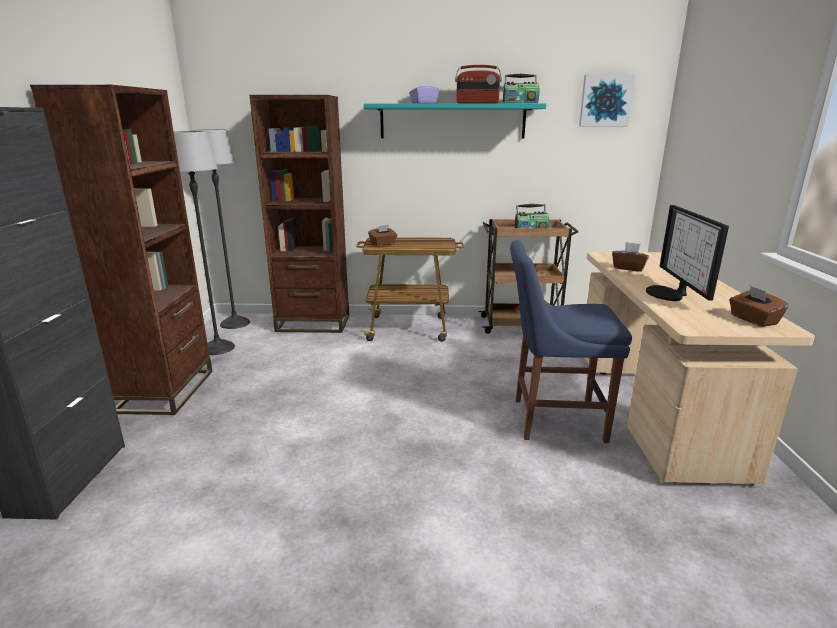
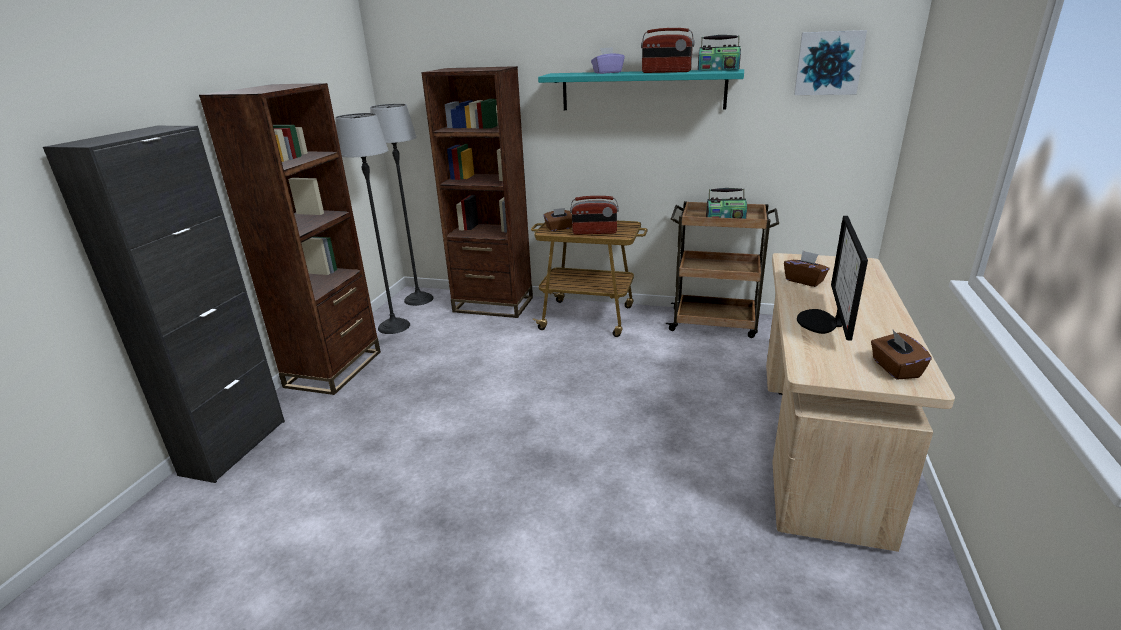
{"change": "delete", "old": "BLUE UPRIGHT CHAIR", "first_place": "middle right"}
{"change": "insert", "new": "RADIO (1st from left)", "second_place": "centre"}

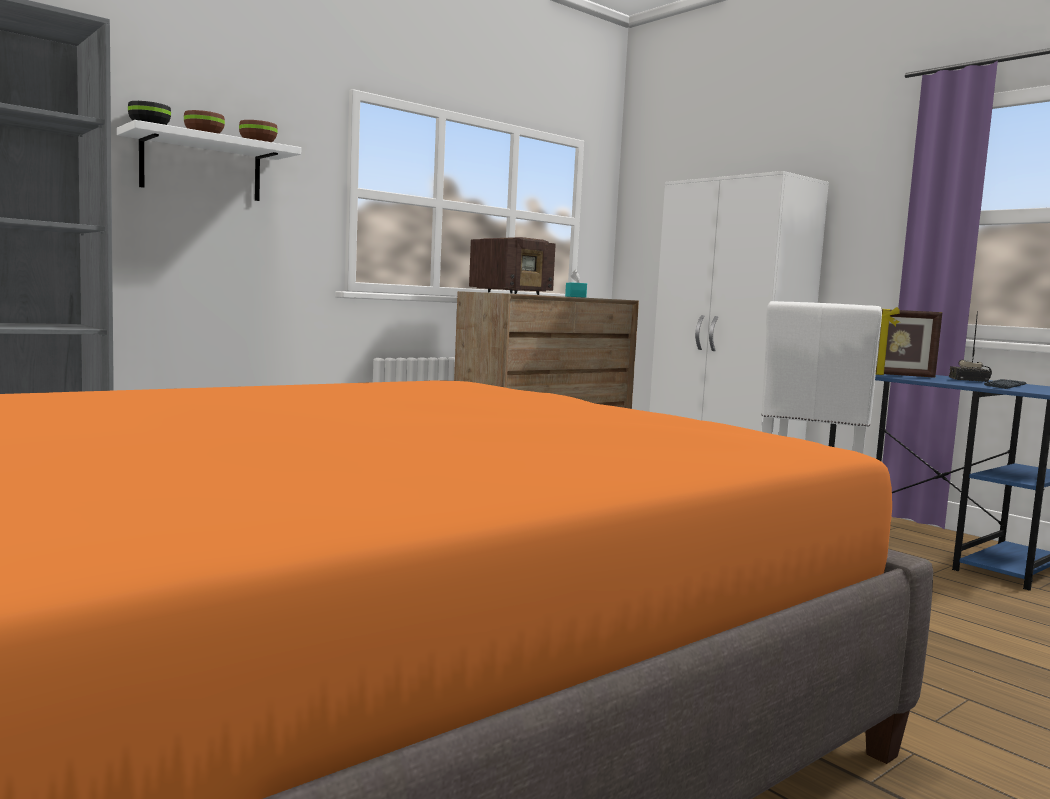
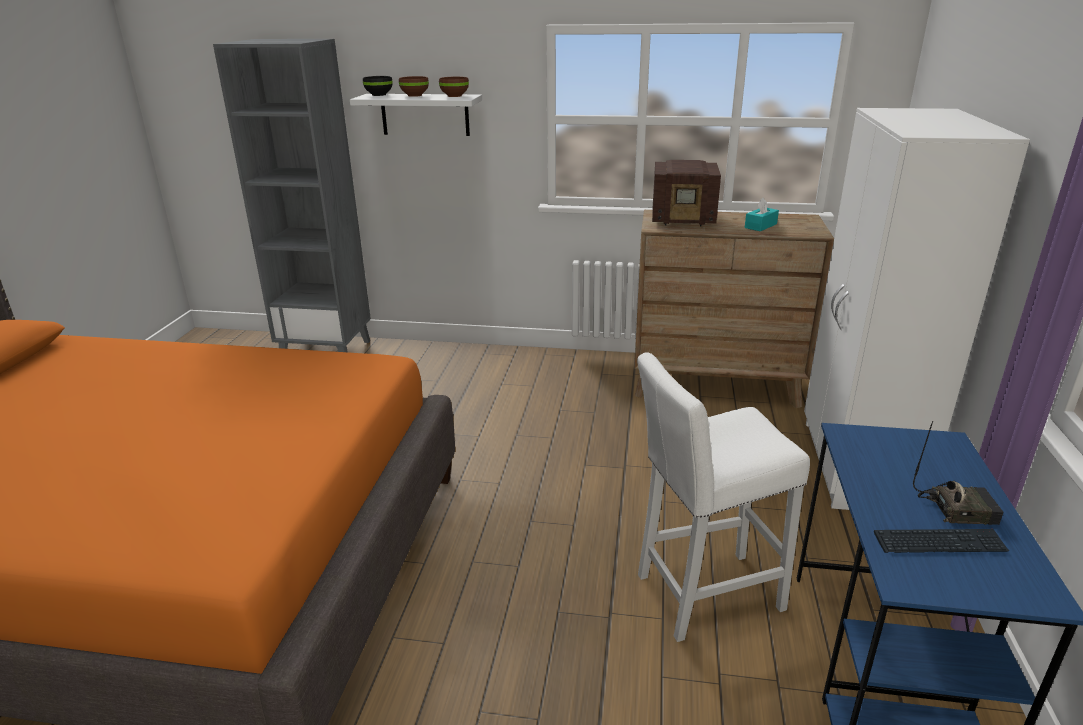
{"change": "delete", "old": "PICTURE FRAME", "first_place": "middle right"}
{"change": "rotate", "old": "RADIO (2nd from left)", "first_place": "middle right", "second_place": "middle right", "degrees": -150}

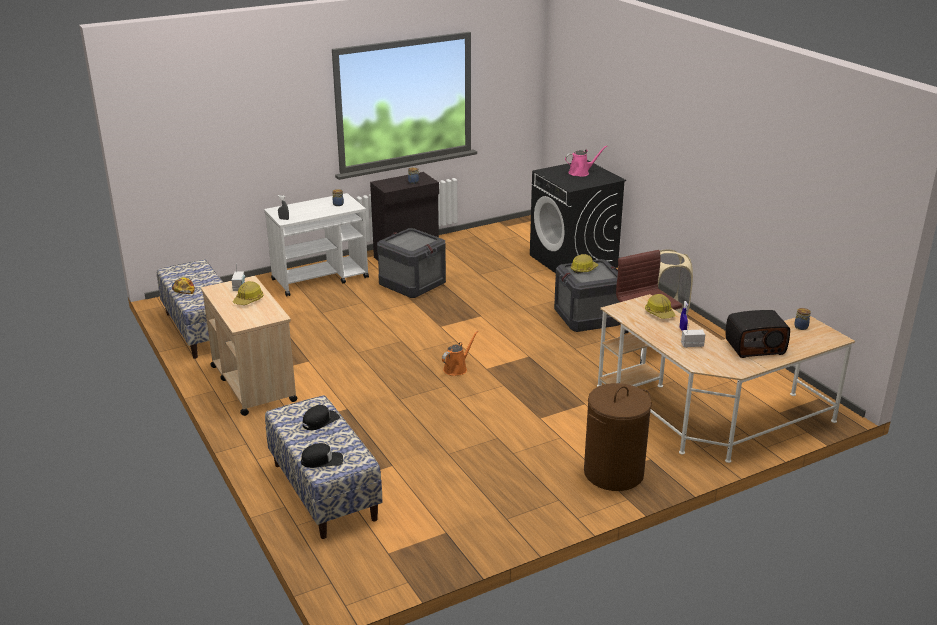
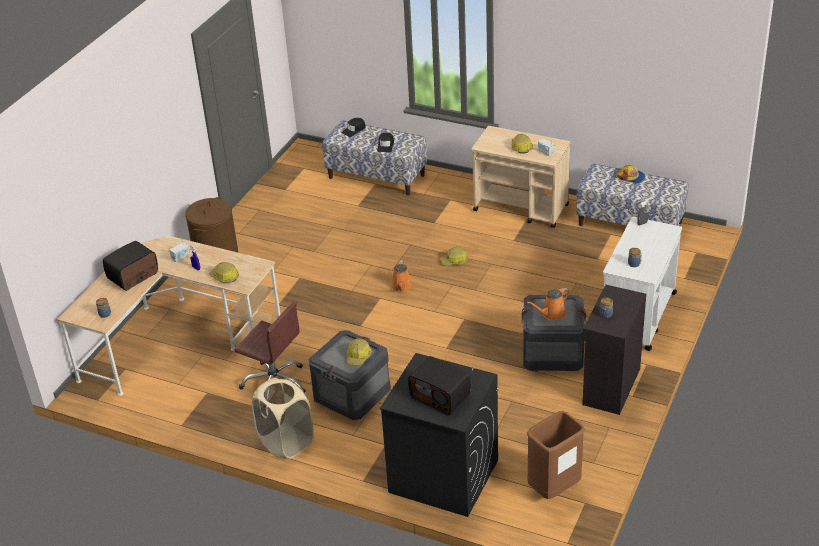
{"change": "replace", "old": "PINK-COLOURED WATERING CAN", "new": "RADIO (3rd from left)", "first_place": "top centre", "second_place": "bottom centre"}
{"change": "insert", "new": "SAFETY HELMET (3rd from left)", "second_place": "centre"}
{"change": "insert", "new": "ORANGEY WATERING CAN (2nd from left)", "second_place": "middle right"}
{"change": "insert", "new": "BROWN TRASH CAN", "second_place": "bottom right"}

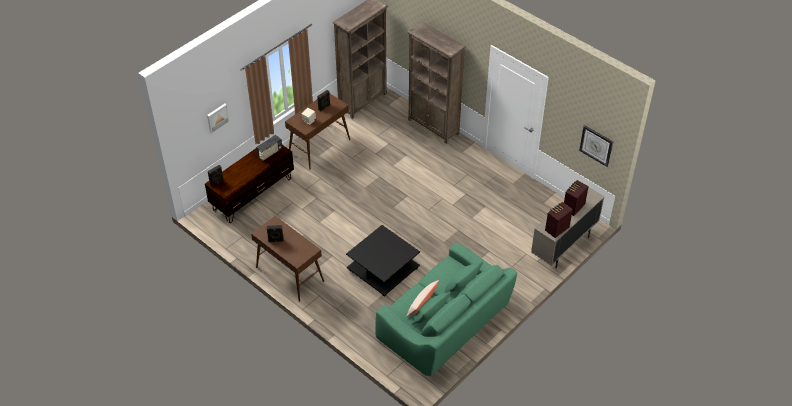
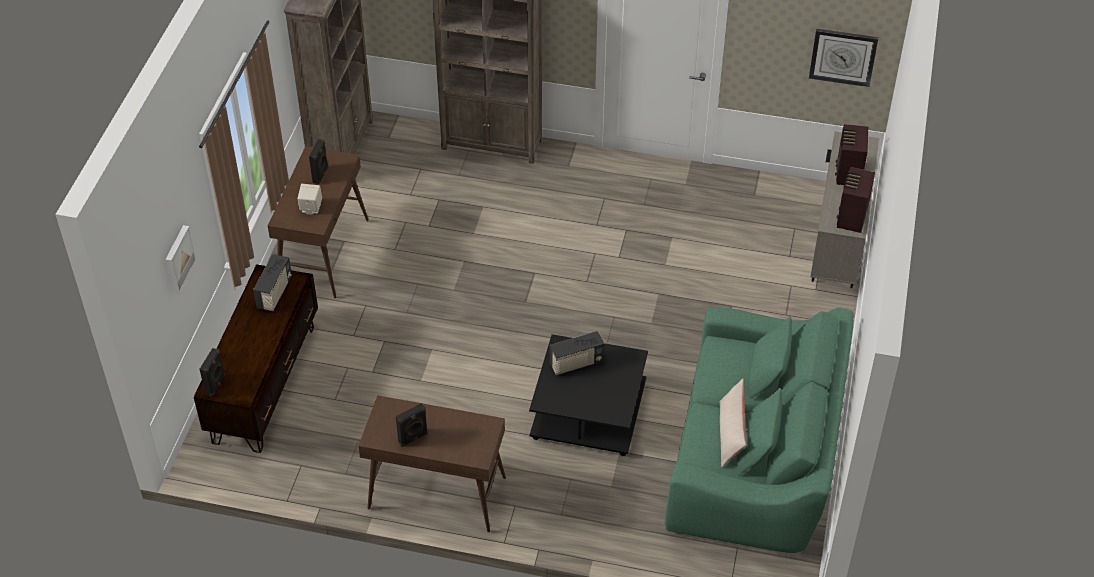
{"change": "insert", "new": "RADIO (2nd from left)", "second_place": "centre"}

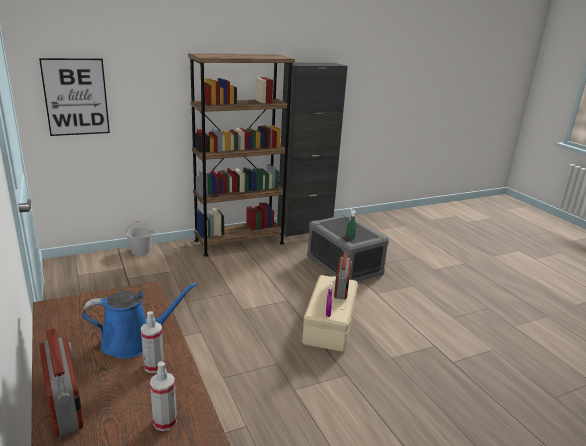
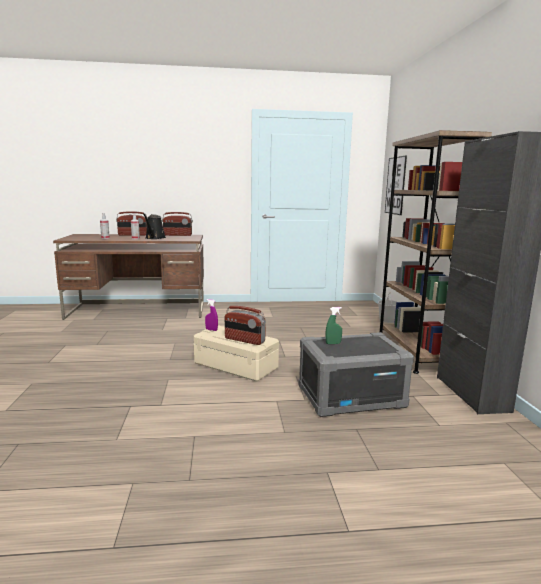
{"change": "recolor", "old": "BLUE WATERING CAN", "new": "BLACKISH WATERING CAN", "first_place": "bottom left", "second_place": "middle left"}
{"change": "insert", "new": "RADIO (2nd from left)", "second_place": "middle left"}

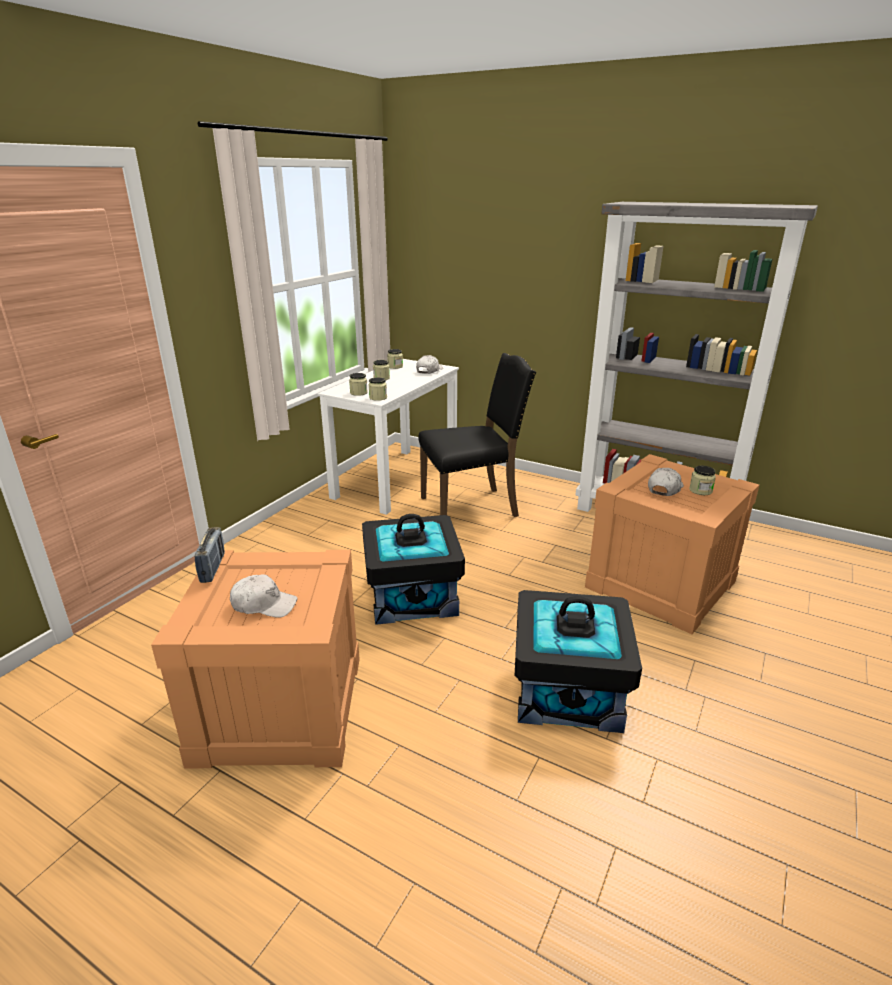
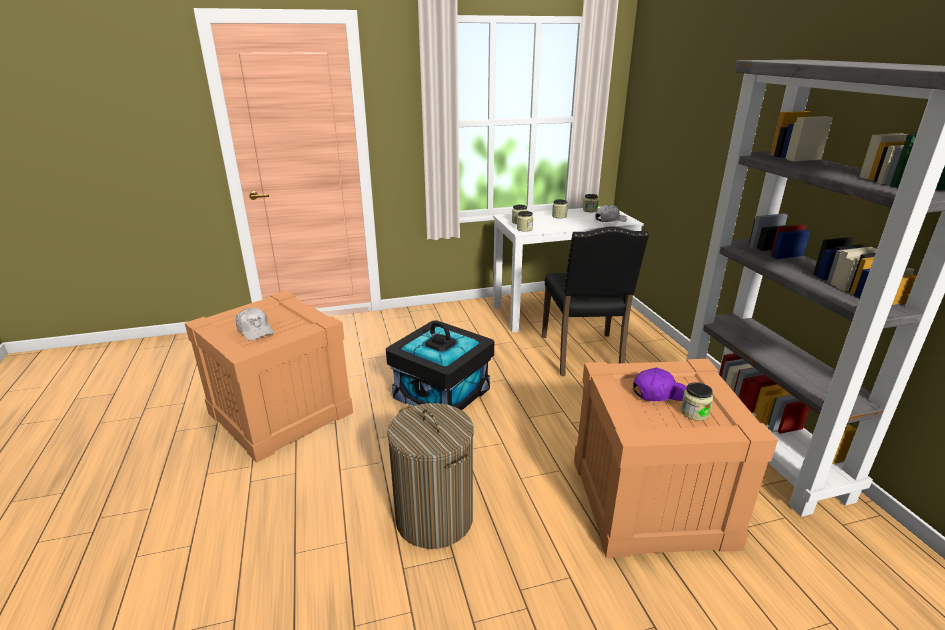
{"change": "rotate", "old": "BLACKISH UPRIGHT CHAIR", "first_place": "centre", "second_place": "centre", "degrees": 60}
{"change": "recolor", "old": "WHITISH BASEBALL CAP (3rd from left)", "new": "PURPLE-COLOURED BASEBALL CAP", "first_place": "middle right", "second_place": "middle right"}
{"change": "delete", "old": "RADIO", "first_place": "middle left"}
{"change": "replace", "old": "BLACKISH STORAGE BIN (2nd from left)", "new": "LAUNDRY BASKET", "first_place": "bottom centre", "second_place": "bottom centre"}

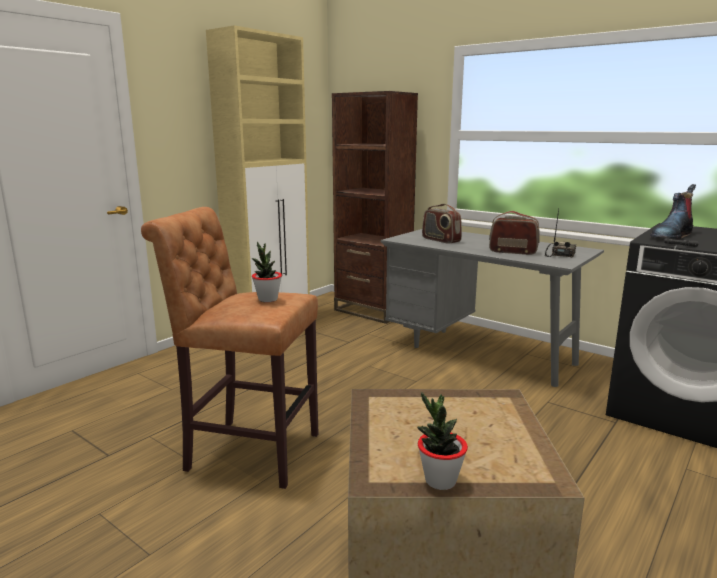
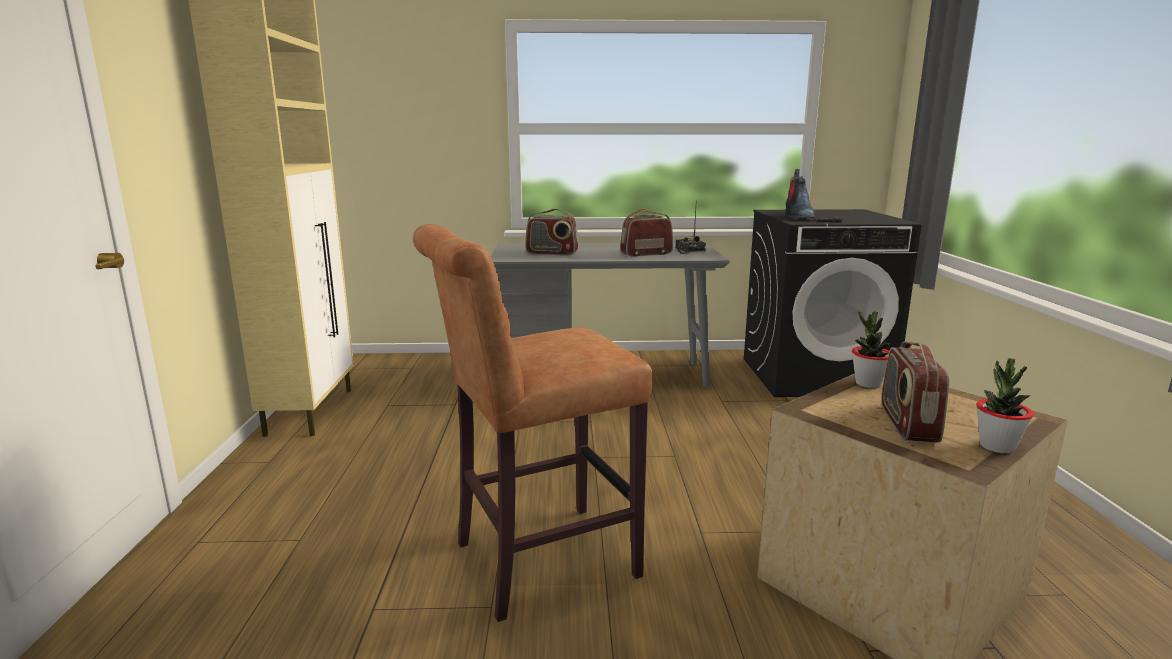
{"change": "delete", "old": "BROWN BOOKSHELF", "first_place": "centre"}
{"change": "move", "old": "PLANT IN A POT (1st from left)", "first_place": "centre", "second_place": "middle right"}
{"change": "insert", "new": "RADIO (4th from left)", "second_place": "middle right"}

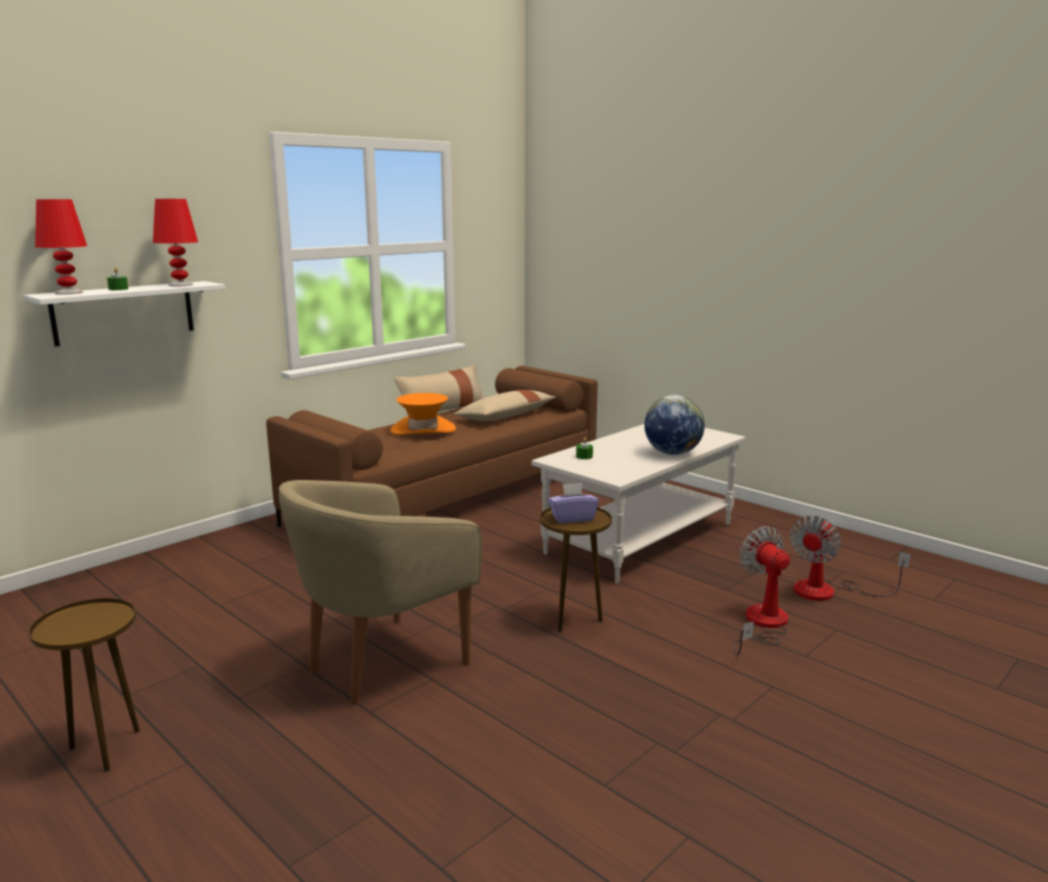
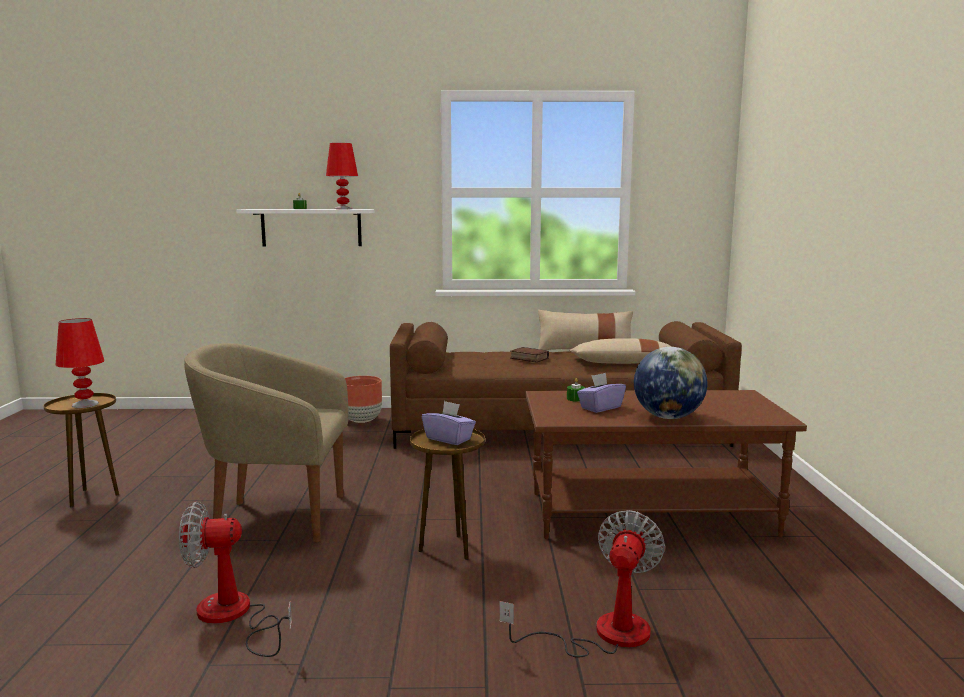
{"change": "move", "old": "RED LAMP FOR A TABLE (1st from left)", "first_place": "top left", "second_place": "middle left"}
{"change": "replace", "old": "ORANGEY HAT", "new": "BOUND BOOK", "first_place": "centre", "second_place": "centre"}
{"change": "recolor", "old": "WHITISH LOUNGE TABLE", "new": "BROWN LOUNGE TABLE", "first_place": "centre", "second_place": "middle right"}
{"change": "move", "old": "COOLING FAN (2nd from left in the first image)", "new": "COOLING FAN (1st from left)", "first_place": "middle right", "second_place": "bottom left"}
{"change": "insert", "new": "PURPLE-COLOURED TISSUE HOLDER (2nd from left)", "second_place": "centre"}
{"change": "insert", "new": "BROWN PLANTER", "second_place": "centre"}

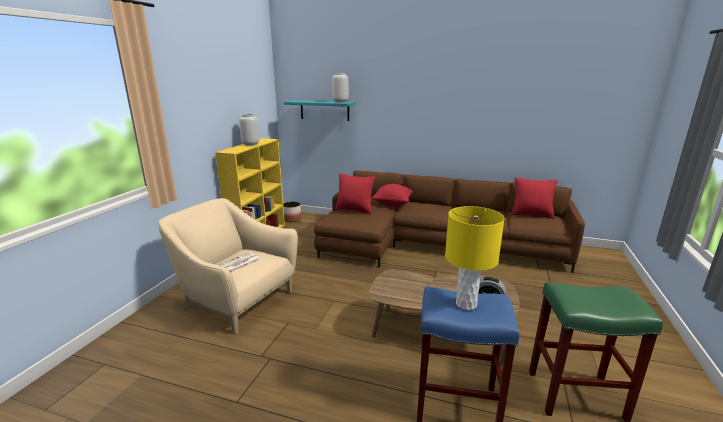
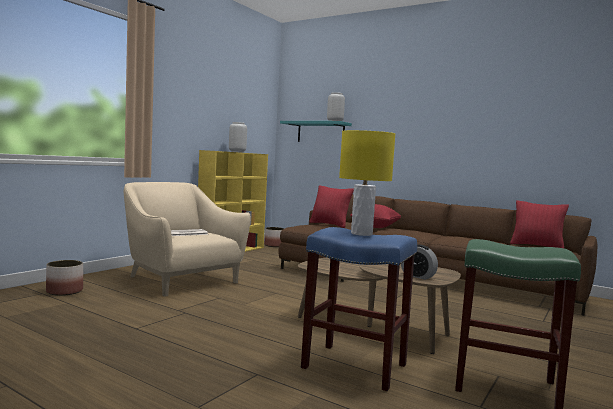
{"change": "insert", "new": "PLANTER (1st from left)", "second_place": "bottom left"}

